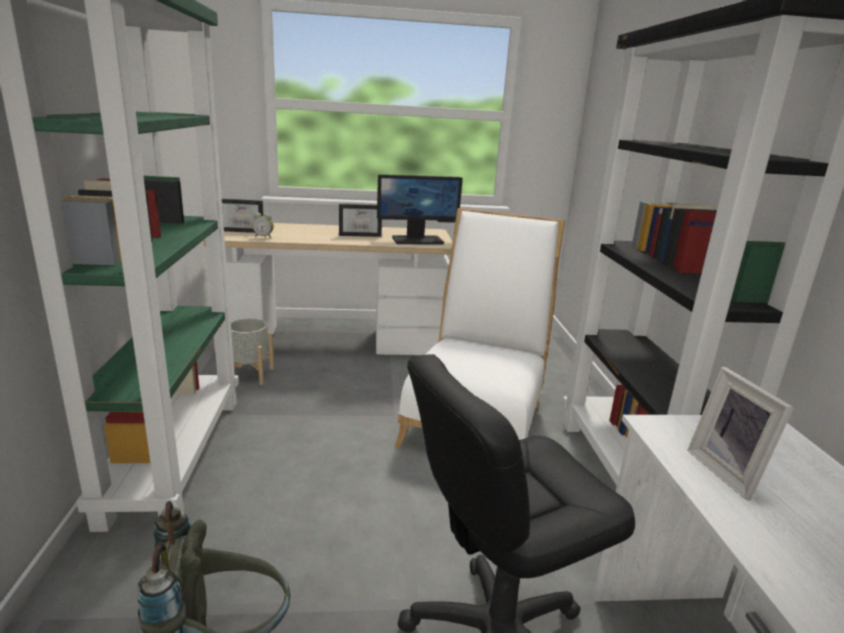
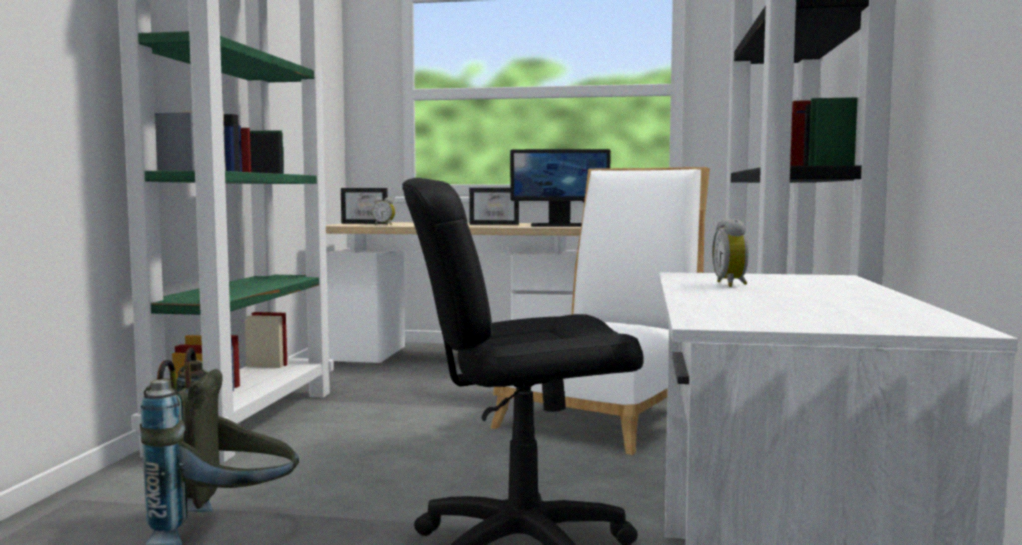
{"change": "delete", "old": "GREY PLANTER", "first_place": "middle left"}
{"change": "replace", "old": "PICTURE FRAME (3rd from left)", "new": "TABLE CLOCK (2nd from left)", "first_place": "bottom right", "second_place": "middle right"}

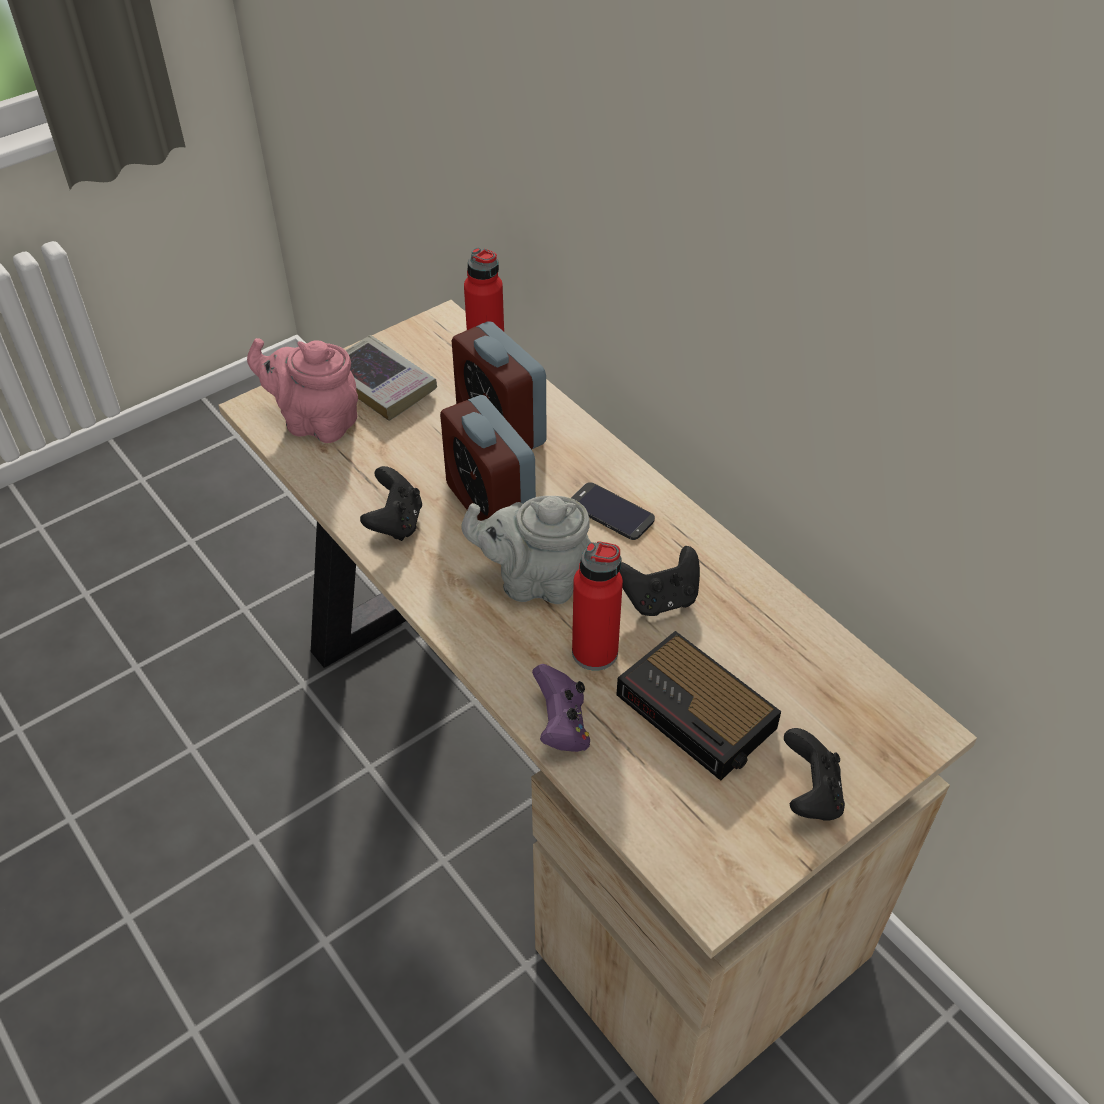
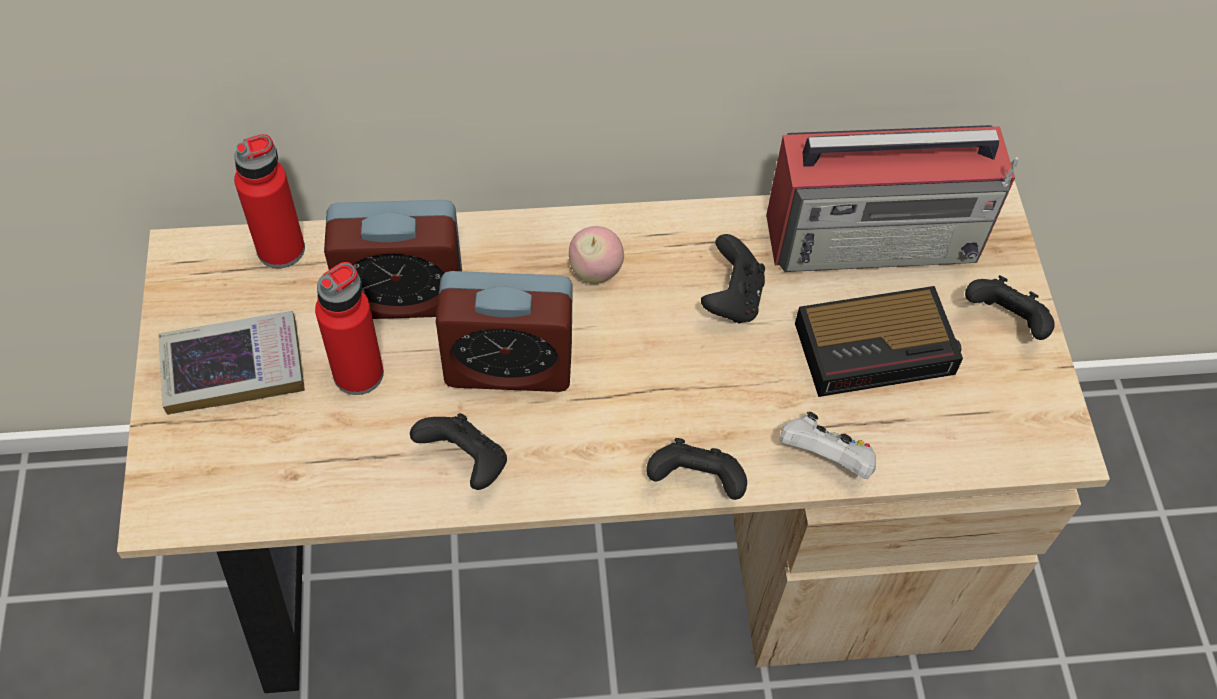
{"change": "delete", "old": "PINK-COLOURED POT FOR TEA", "first_place": "middle left"}
{"change": "replace", "old": "TELEPHONE", "new": "APPLE FRUIT", "first_place": "centre", "second_place": "centre"}
{"change": "delete", "old": "GREY POT FOR TEA", "first_place": "centre"}
{"change": "move", "old": "RED BEVERAGE BOTTLE (2nd from left)", "first_place": "centre", "second_place": "middle left"}
{"change": "recolor", "old": "PURPLE-COLOURED GAME CONTROLLER", "new": "WHITISH GAME CONTROLLER", "first_place": "centre", "second_place": "middle right"}
{"change": "insert", "new": "RADIO", "second_place": "top right"}
{"change": "insert", "new": "BLACKISH GAME CONTROLLER (2nd from left)", "second_place": "bottom centre"}

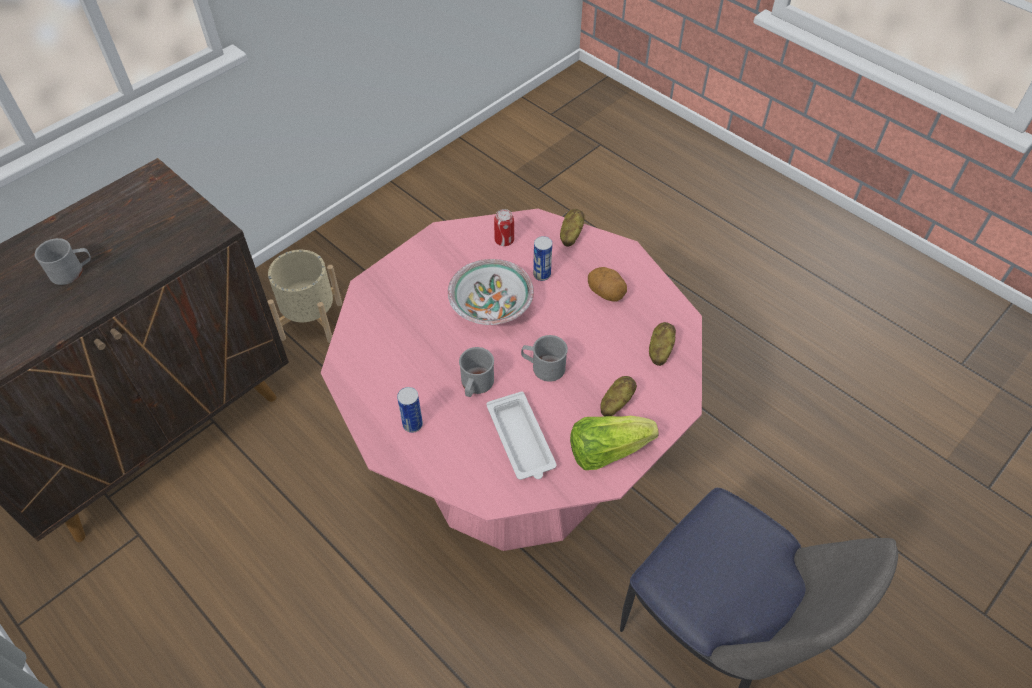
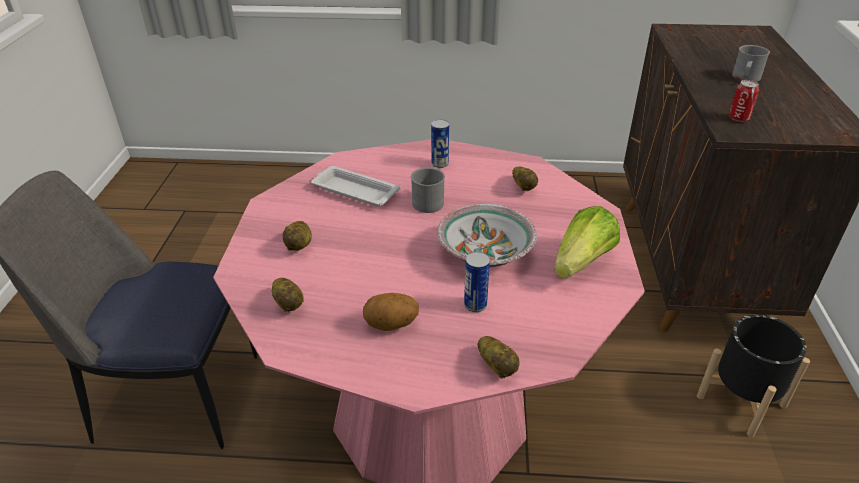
{"change": "move", "old": "METAL CAN (2nd from left in the first image)", "new": "METAL CAN (3rd from left)", "first_place": "top centre", "second_place": "top right"}
{"change": "recolor", "old": "BEIGE PLANTER", "new": "BLACKISH PLANTER", "first_place": "middle left", "second_place": "bottom right"}
{"change": "delete", "old": "GREY MUG (3rd from left)", "first_place": "centre"}
{"change": "move", "old": "HEAD OF LETTUCE", "first_place": "centre", "second_place": "middle right"}
{"change": "insert", "new": "WHOLE POTATO (5th from left)", "second_place": "centre"}

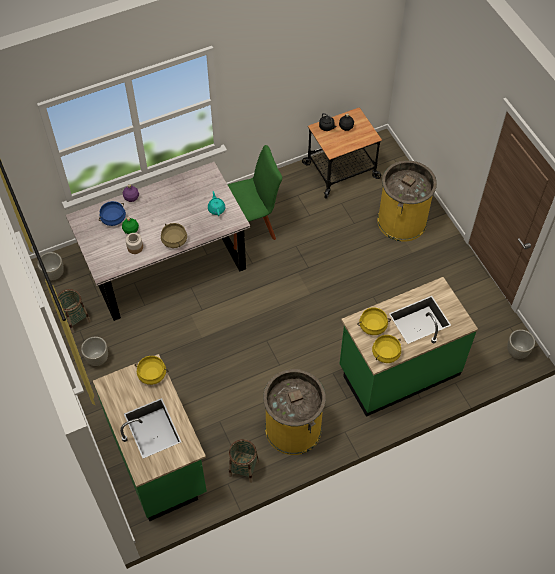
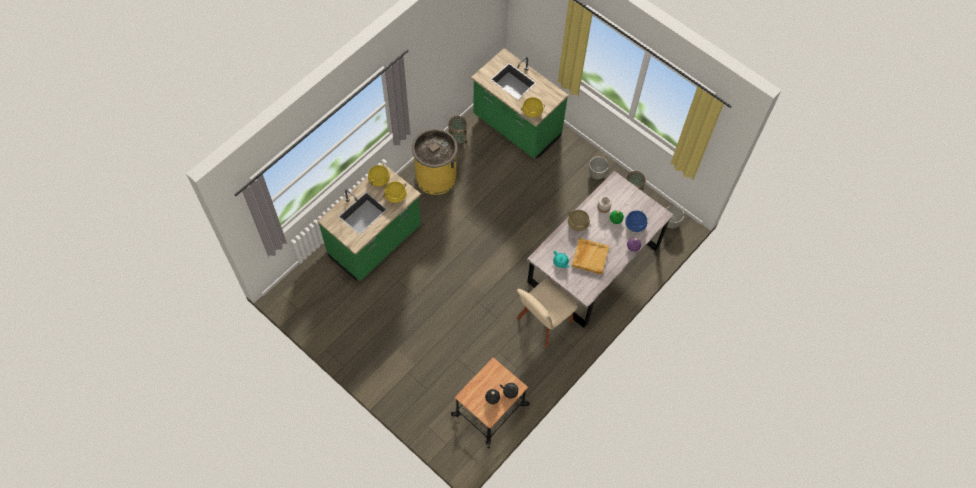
{"change": "recolor", "old": "GREENISH UPRIGHT CHAIR", "new": "BEIGE UPRIGHT CHAIR", "first_place": "centre", "second_place": "centre"}
{"change": "delete", "old": "YELLOW TRASH CAN (2nd from left)", "first_place": "middle right"}
{"change": "delete", "old": "GREY PLANTER (3rd from left)", "first_place": "middle right"}
{"change": "insert", "new": "BEIGE TRAY", "second_place": "centre"}

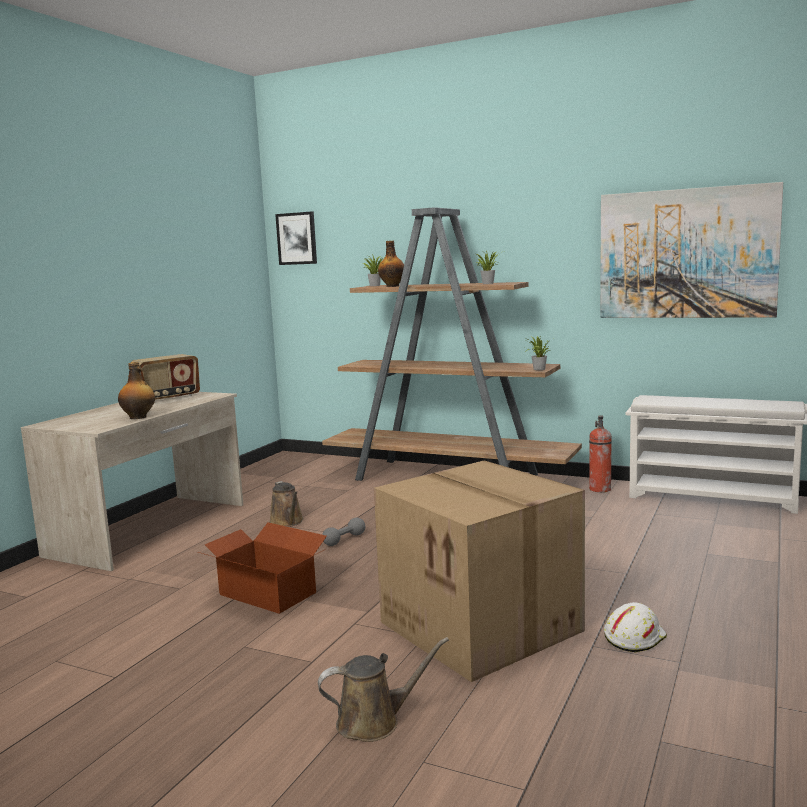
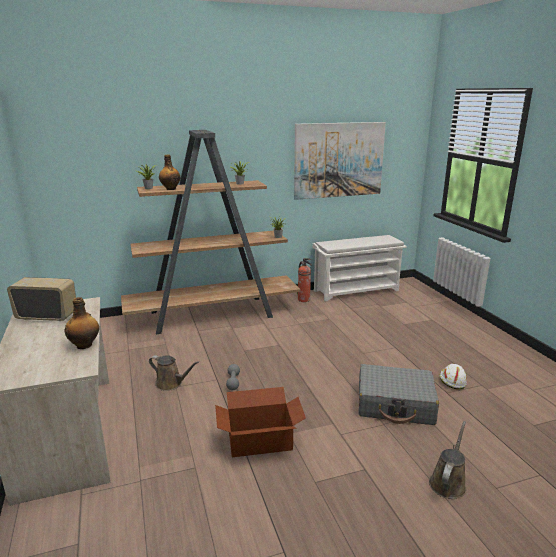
{"change": "delete", "old": "PICTURE (1st from left)", "first_place": "top centre"}
{"change": "rotate", "old": "RADIO", "first_place": "middle left", "second_place": "middle left", "degrees": -90}
{"change": "replace", "old": "CARDBOARD BOX (2nd from left)", "new": "GREY PIECE OF LUGGAGE", "first_place": "bottom centre", "second_place": "bottom right"}

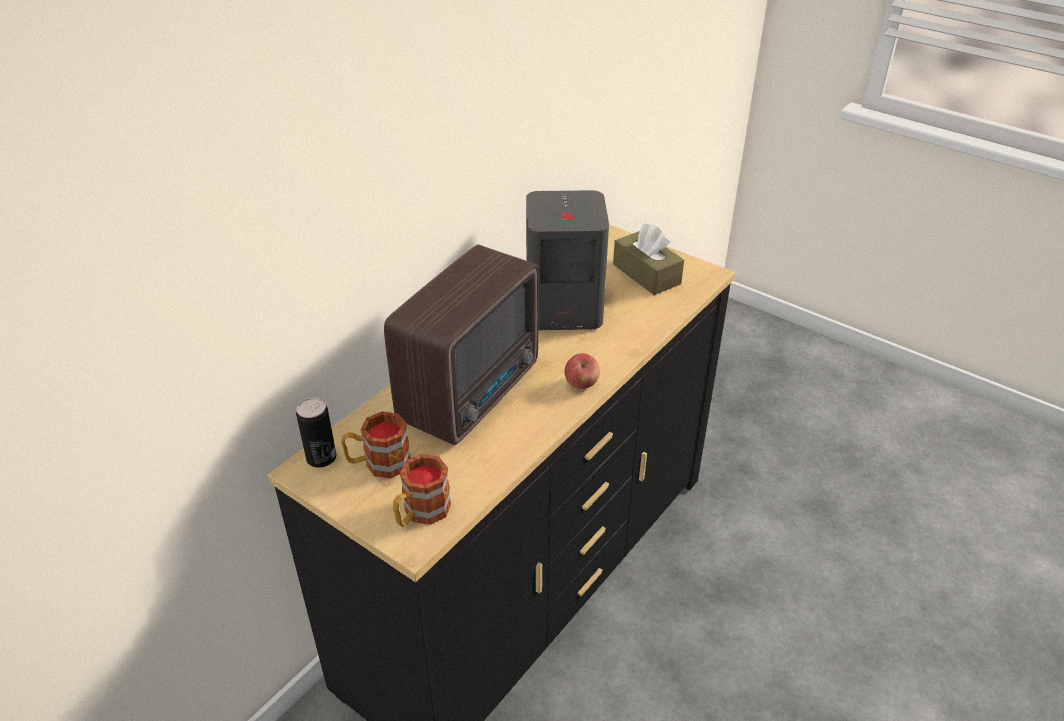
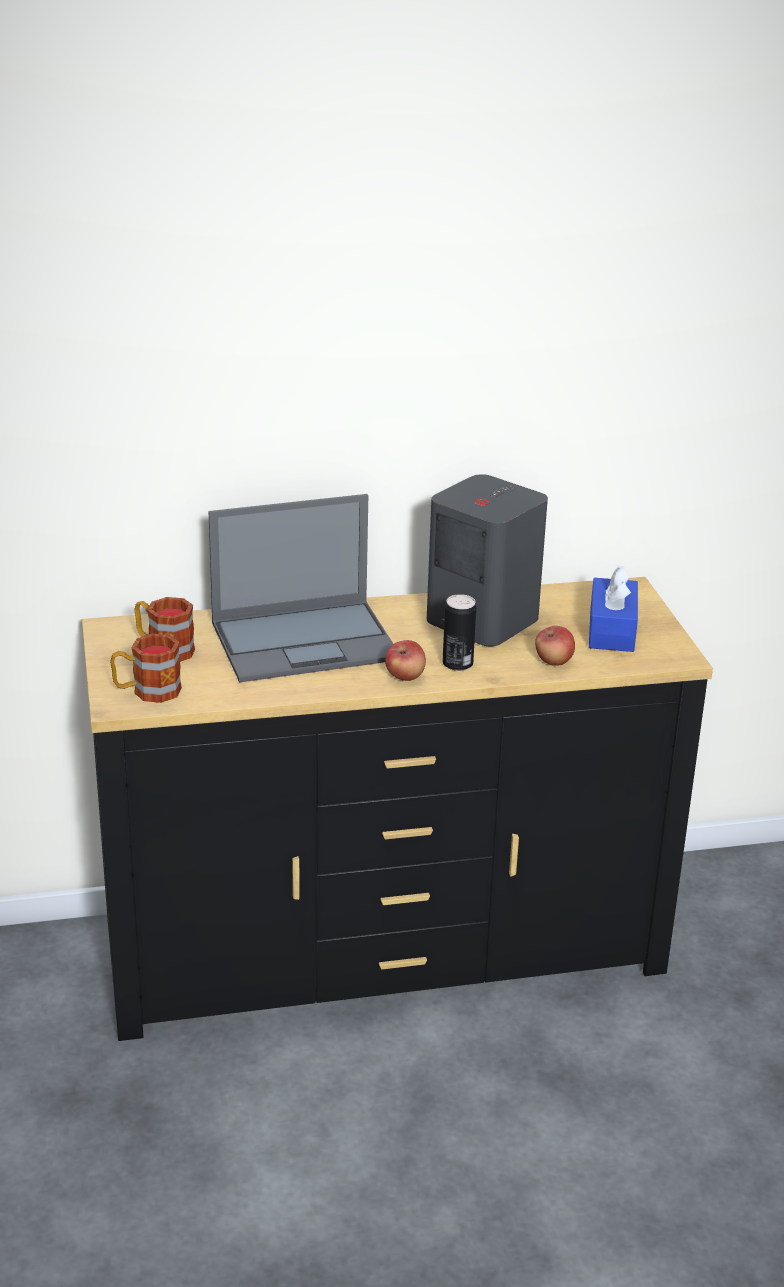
{"change": "recolor", "old": "BROWN TISSUE HOLDER", "new": "BLUE TISSUE HOLDER", "first_place": "centre", "second_place": "middle right"}
{"change": "replace", "old": "RADIO", "new": "NOTEBOOK COMPUTER", "first_place": "centre", "second_place": "centre"}
{"change": "move", "old": "METAL CAN", "first_place": "middle left", "second_place": "centre"}
{"change": "insert", "new": "APPLE FRUIT (2nd from left)", "second_place": "middle right"}

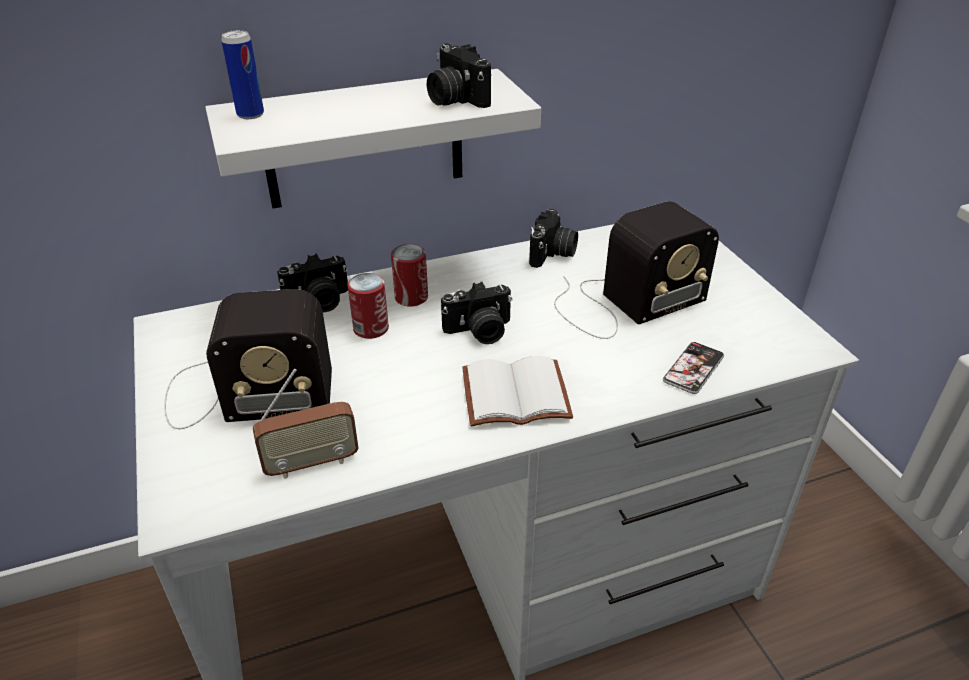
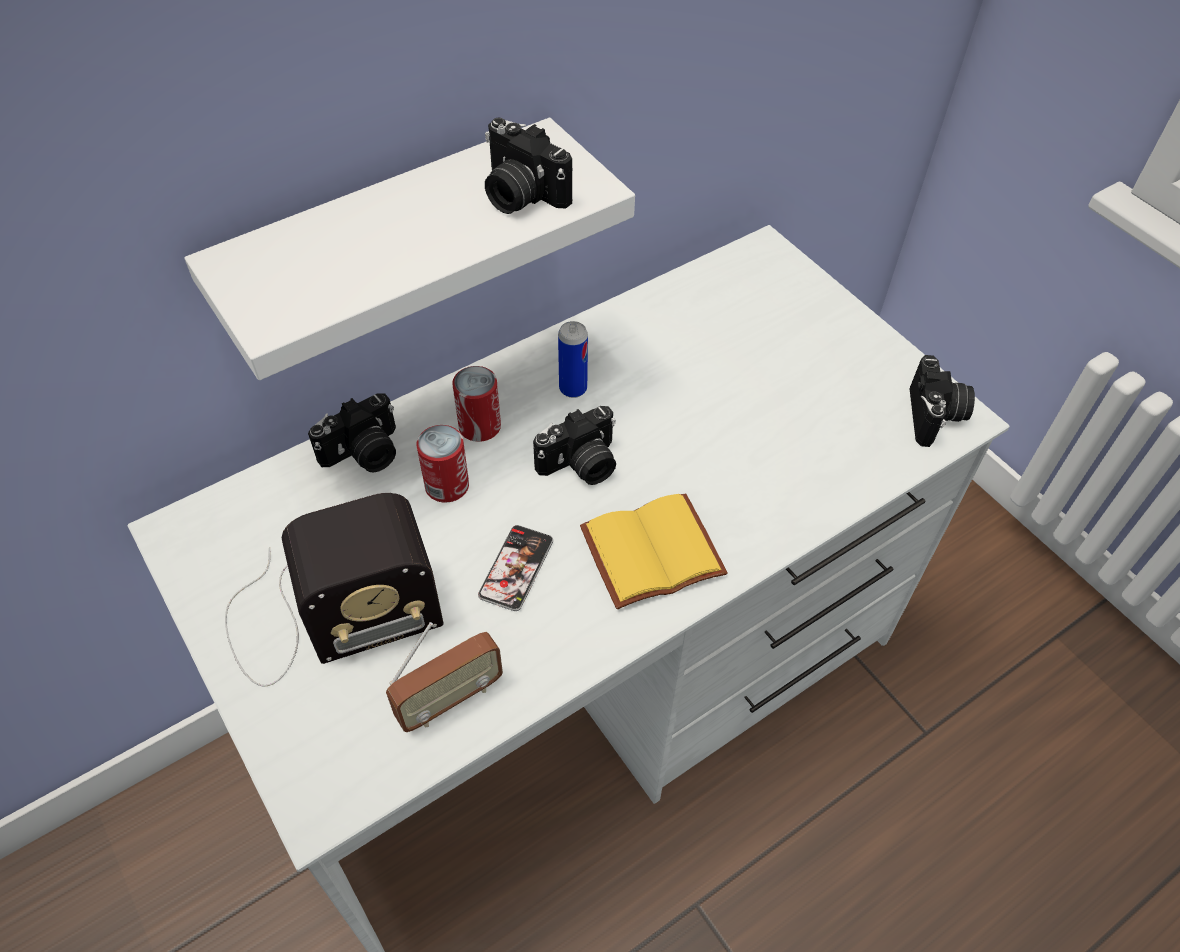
{"change": "move", "old": "METAL CAN (1st from left in the first image)", "new": "METAL CAN (3rd from left)", "first_place": "top left", "second_place": "centre"}
{"change": "delete", "old": "RADIO (3rd from left)", "first_place": "centre"}
{"change": "move", "old": "STILL CAMERA (4th from left)", "first_place": "centre", "second_place": "middle right"}
{"change": "move", "old": "TELEPHONE", "first_place": "middle right", "second_place": "centre"}
{"change": "recolor", "old": "WHITISH BOUND BOOK", "new": "YELLOW BOUND BOOK", "first_place": "centre", "second_place": "centre"}

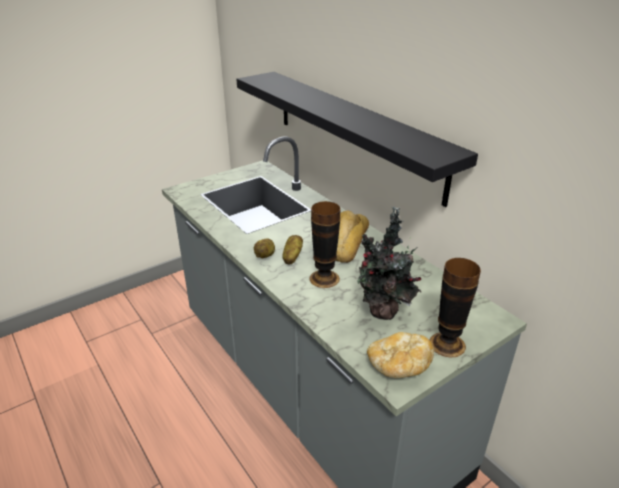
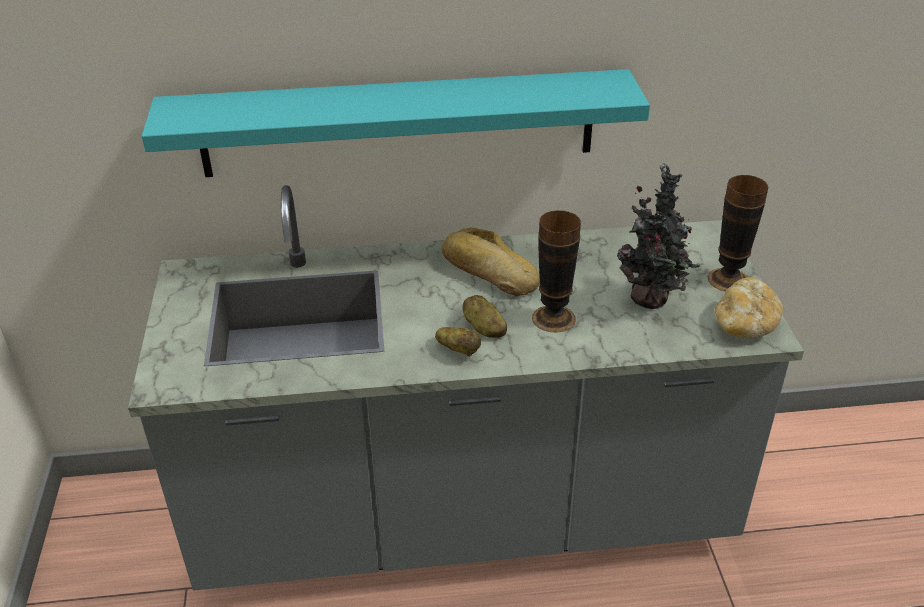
{"change": "recolor", "old": "BLACKISH WALL SHELF", "new": "BLUE-GREEN WALL SHELF", "first_place": "top centre", "second_place": "top centre"}

